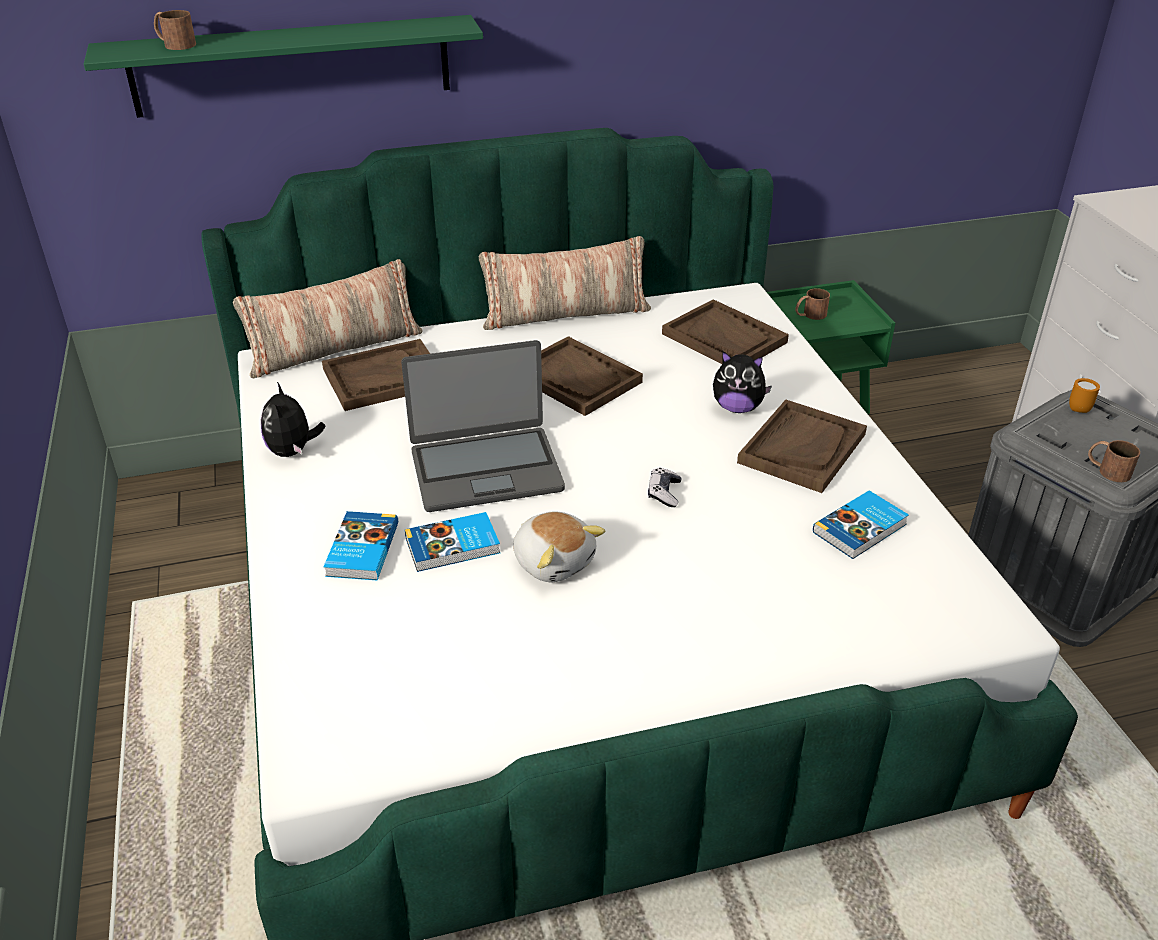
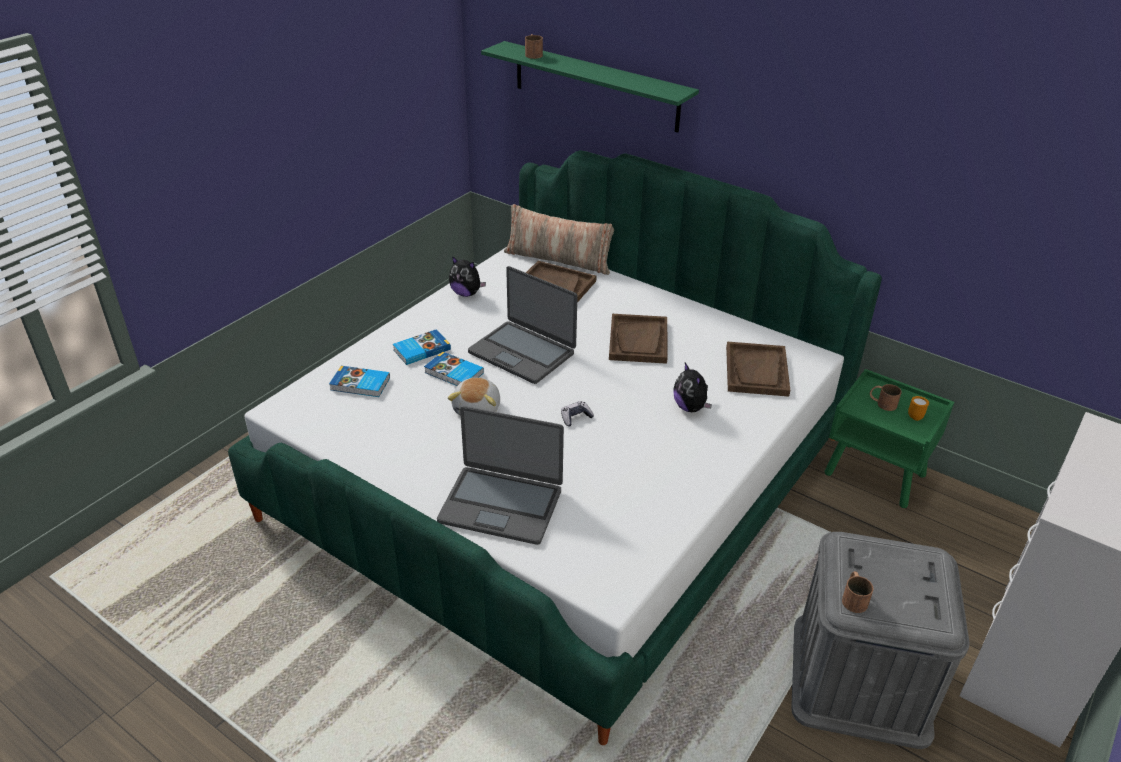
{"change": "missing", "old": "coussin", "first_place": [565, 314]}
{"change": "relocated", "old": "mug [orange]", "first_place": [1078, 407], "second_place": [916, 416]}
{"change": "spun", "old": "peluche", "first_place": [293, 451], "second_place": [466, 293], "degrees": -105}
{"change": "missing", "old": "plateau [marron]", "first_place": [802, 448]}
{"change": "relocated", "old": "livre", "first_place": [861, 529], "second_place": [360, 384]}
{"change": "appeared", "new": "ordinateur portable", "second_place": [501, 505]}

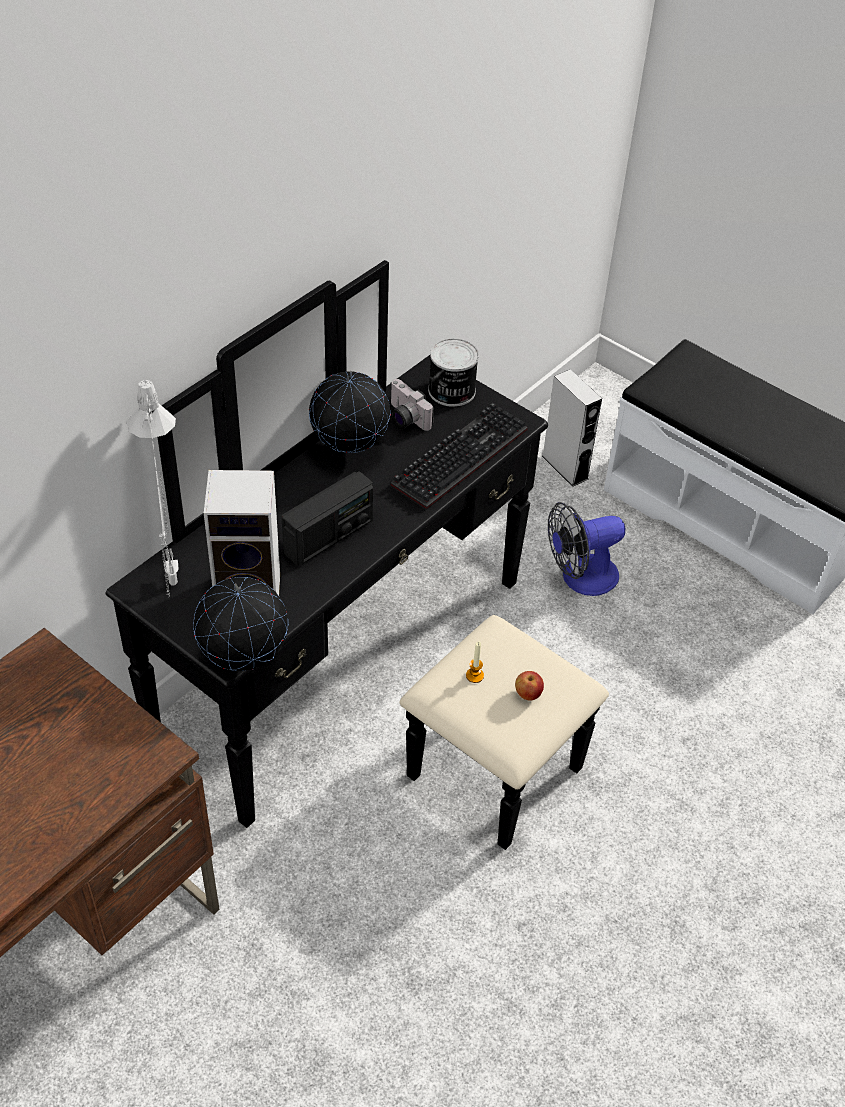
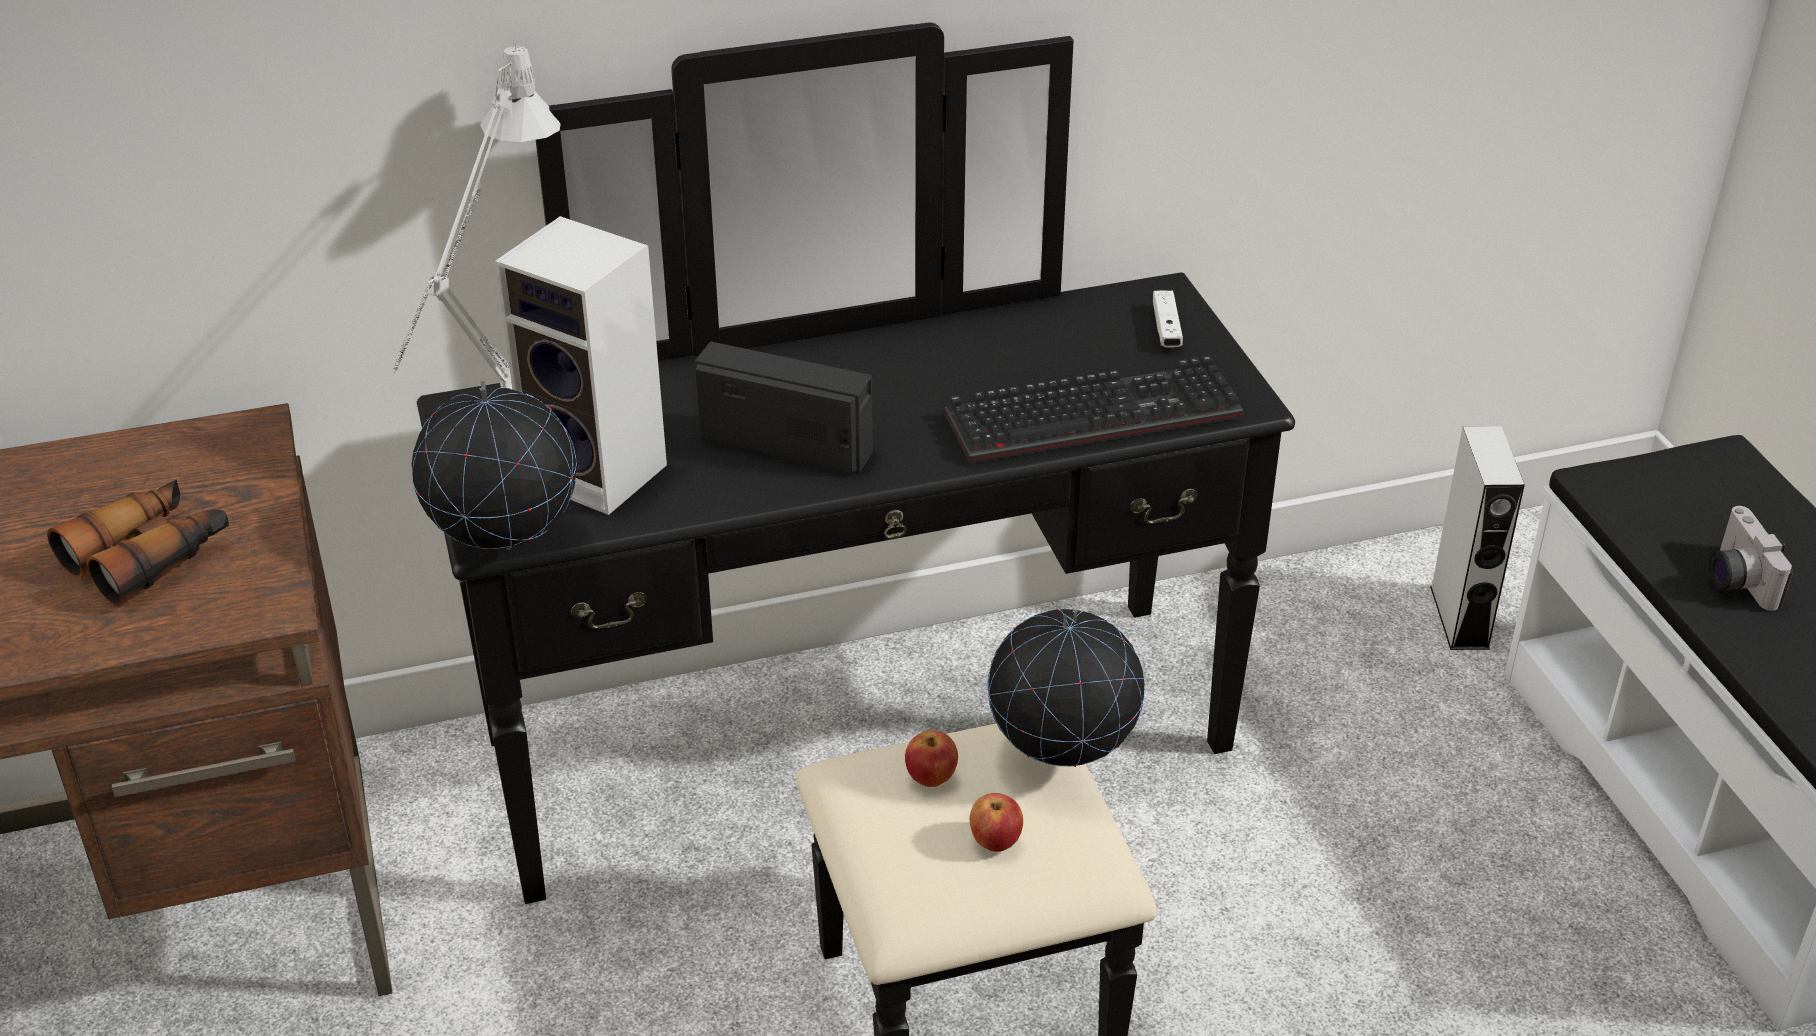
{"change": "exchanged", "old": "boîte métallique", "new": "manette [blanc]", "first_place": [451, 391], "second_place": [1166, 328]}
{"change": "relocated", "old": "globe", "first_place": [350, 450], "second_place": [1062, 760]}
{"change": "relocated", "old": "appareil photo", "first_place": [404, 418], "second_place": [1734, 579]}
{"change": "spun", "old": "radio", "first_place": [329, 536], "second_place": [786, 445], "degrees": -150}
{"change": "missing", "old": "ventilateur", "first_place": [580, 577]}
{"change": "exchanged", "old": "bougie", "new": "pomme", "first_place": [474, 675], "second_place": [931, 778]}
{"change": "appeared", "new": "jumelles", "second_place": [150, 556]}

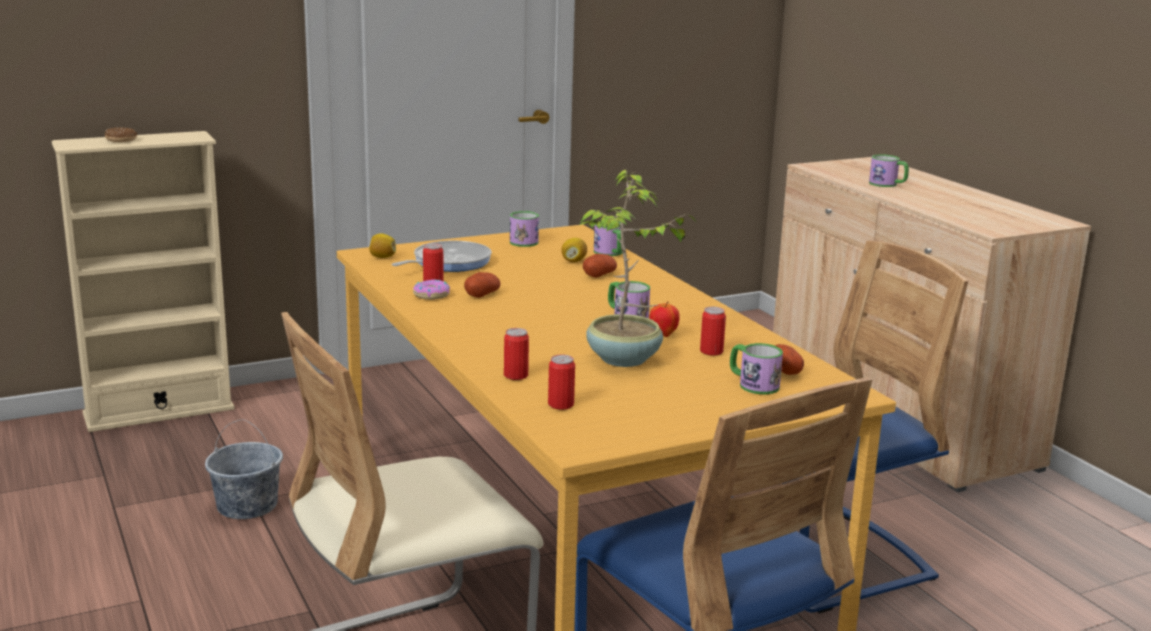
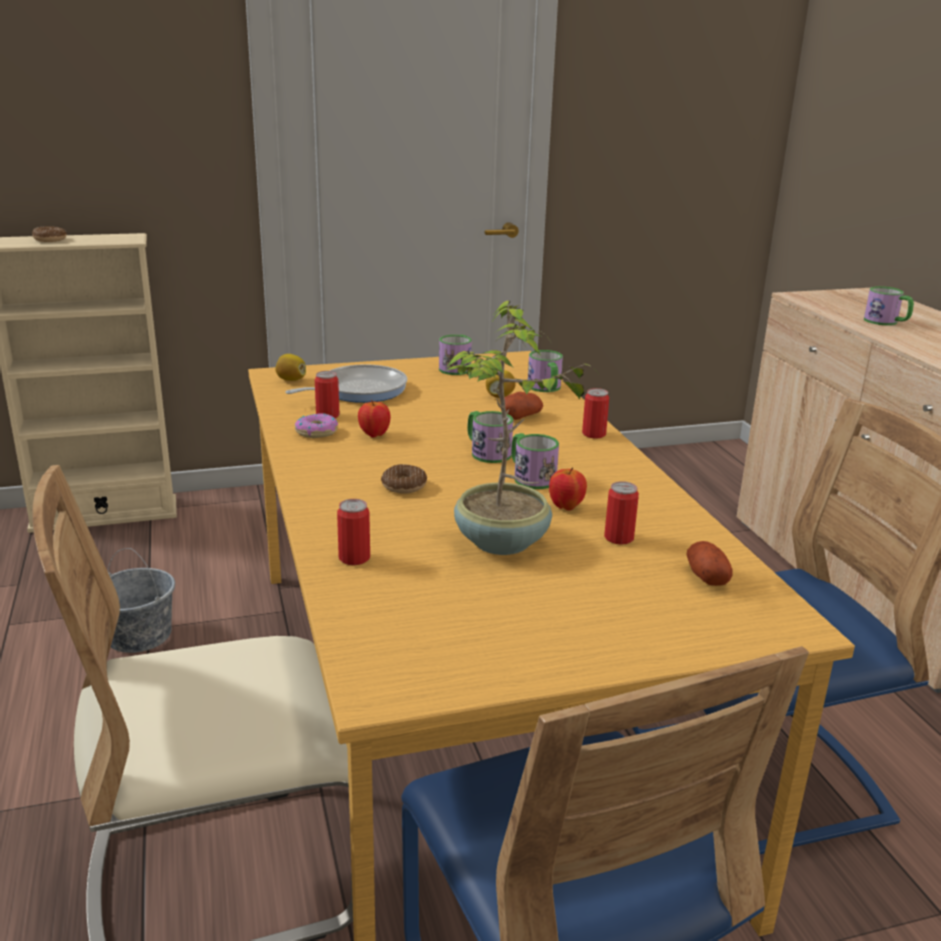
{"change": "exchanged", "old": "pomme de terre", "new": "pomme", "first_place": [482, 295], "second_place": [374, 435]}
{"change": "relocated", "old": "mug", "first_place": [753, 384], "second_place": [486, 452]}
{"change": "relocated", "old": "boîte métallique", "first_place": [561, 404], "second_place": [594, 434]}
{"change": "appeared", "new": "beignet", "second_place": [404, 486]}

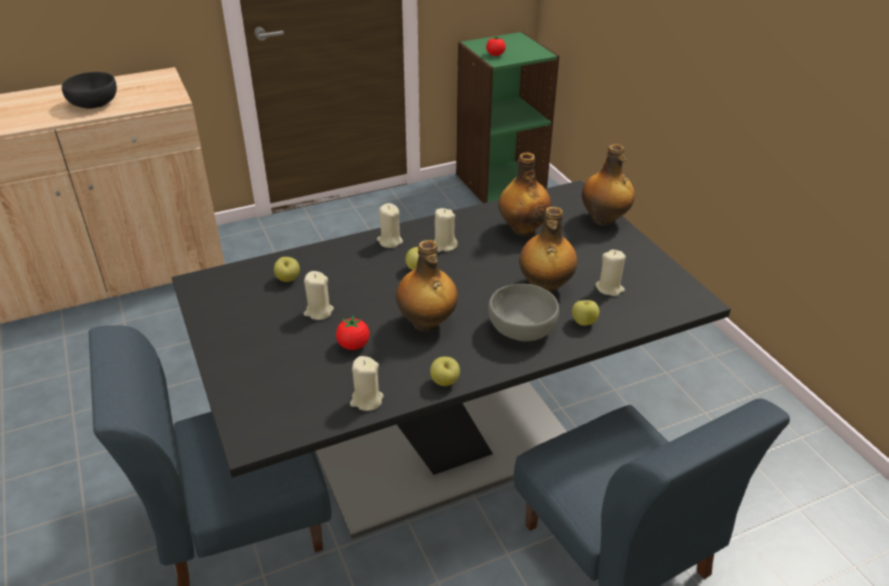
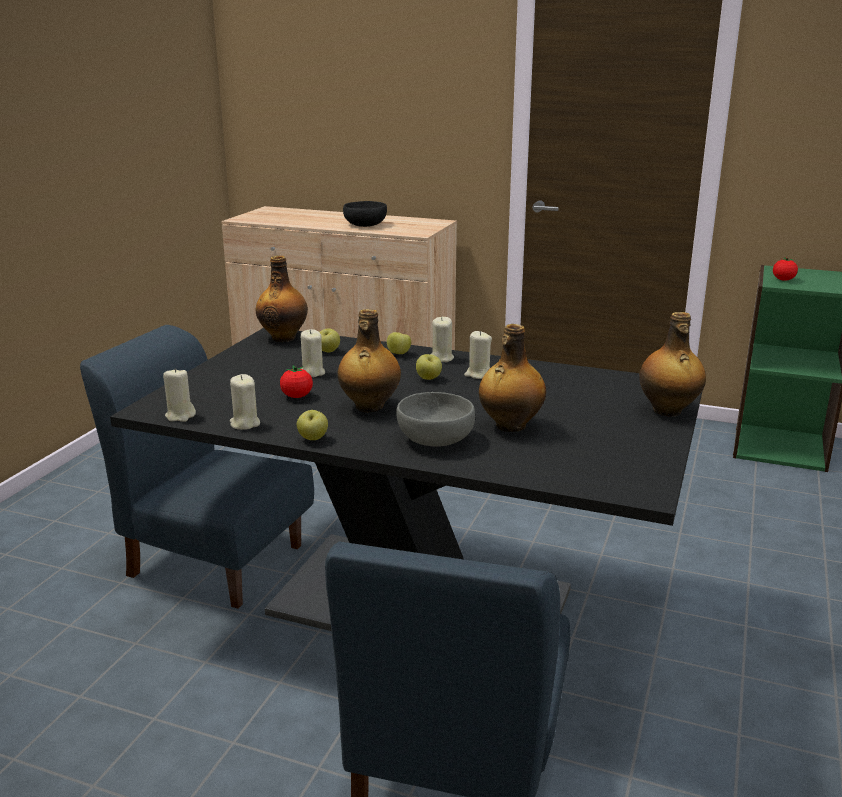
{"change": "relocated", "old": "bouteille", "first_place": [523, 229], "second_place": [284, 338]}
{"change": "relocated", "old": "bougie [beige]", "first_place": [609, 288], "second_place": [180, 416]}
{"change": "relocated", "old": "pomme", "first_place": [584, 322], "second_place": [399, 354]}

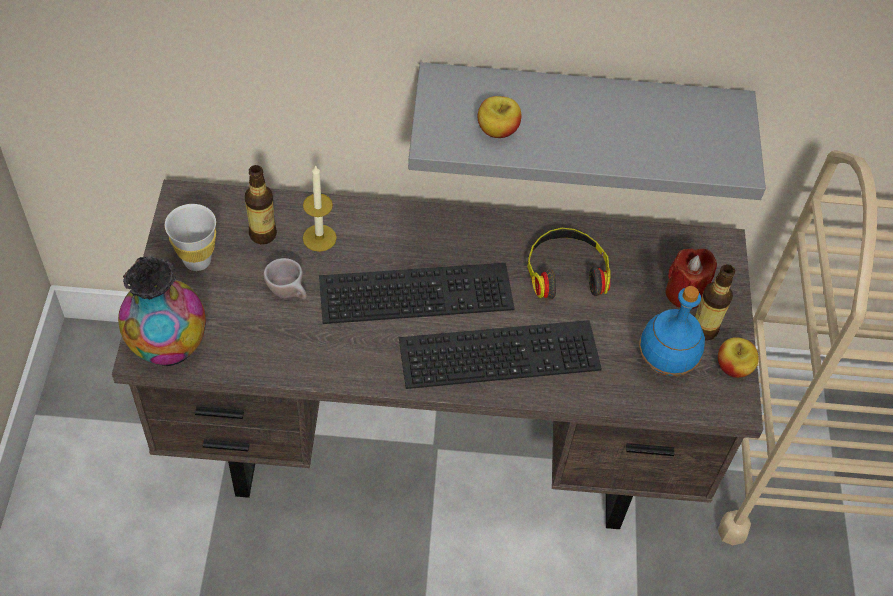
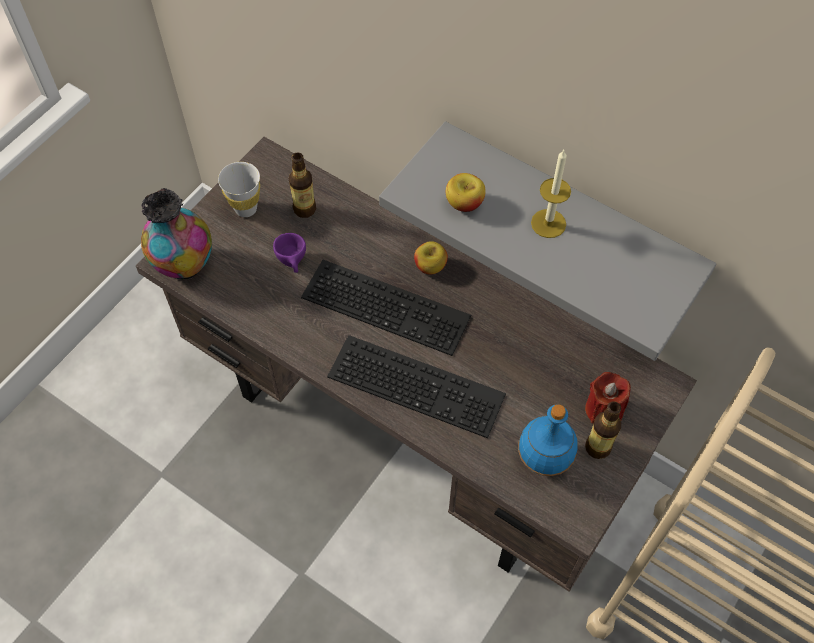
{"change": "relocated", "old": "bougie", "first_place": [319, 238], "second_place": [548, 223]}
{"change": "missing", "old": "casque audio", "first_place": [566, 271]}
{"change": "colour", "old": "tasse [beige]", "new": "tasse [violet]", "first_place": [289, 293], "second_place": [293, 263]}
{"change": "relocated", "old": "pomme", "first_place": [733, 367], "second_place": [430, 266]}

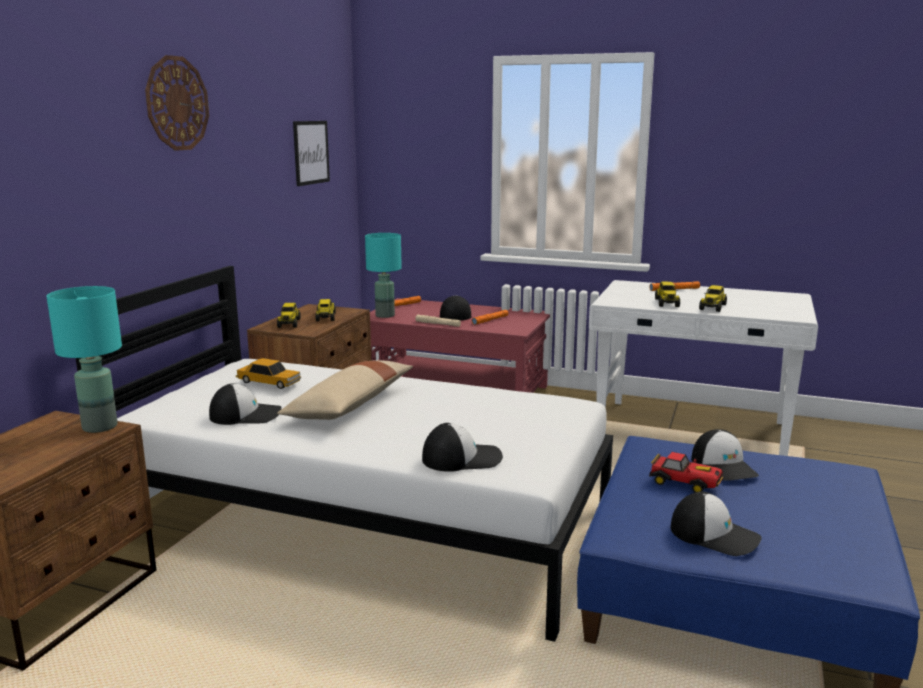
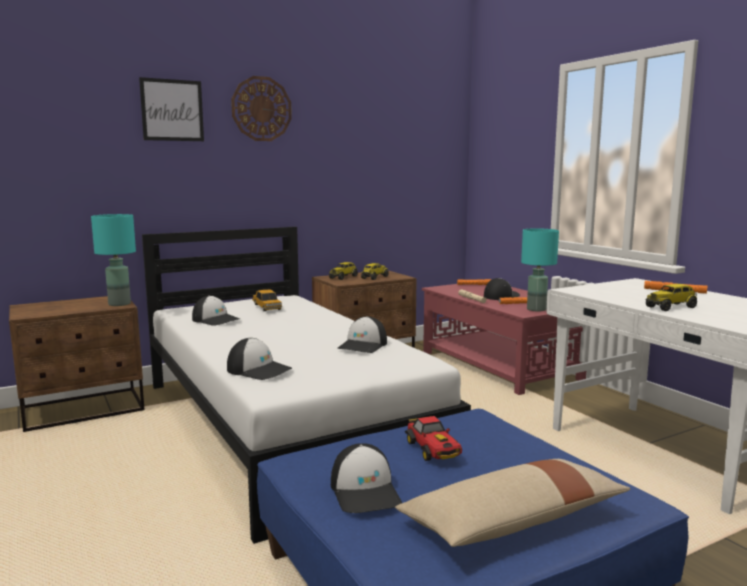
{"change": "relocated", "old": "tableau", "first_place": [311, 152], "second_place": [172, 110]}
{"change": "relocated", "old": "lampe de table [turquoise]", "first_place": [385, 315], "second_place": [536, 309]}
{"change": "missing", "old": "camion jouet", "first_place": [666, 303]}
{"change": "relocated", "old": "coussin [beige]", "first_place": [350, 405], "second_place": [512, 521]}
{"change": "relocated", "old": "casquette", "first_place": [724, 467], "second_place": [363, 345]}

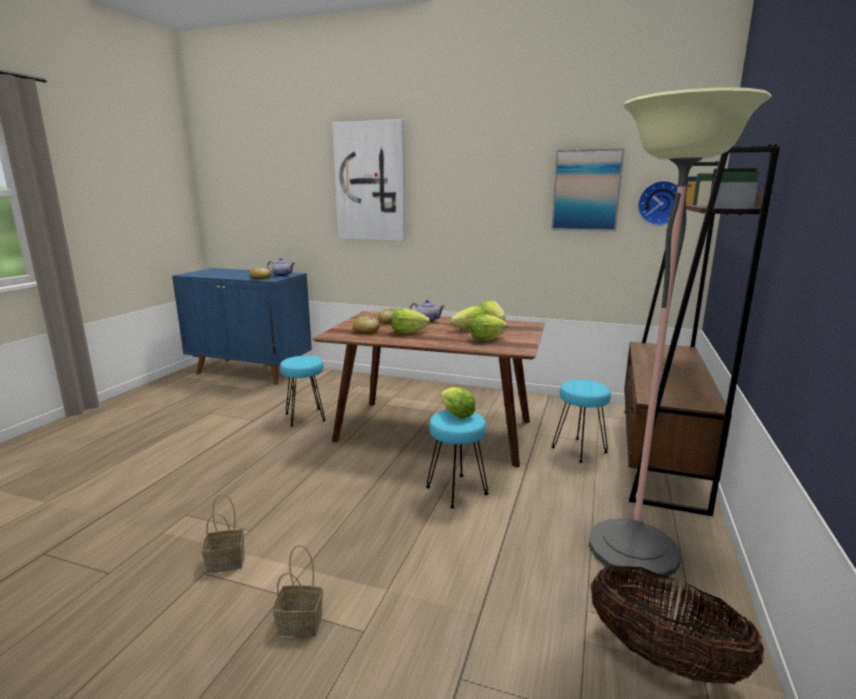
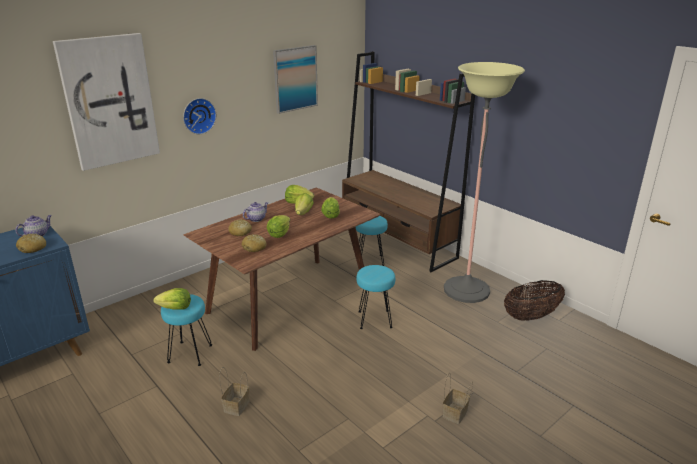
{"change": "relocated", "old": "horloge murale", "first_place": [660, 203], "second_place": [198, 115]}
{"change": "relocated", "old": "laitue", "first_place": [456, 414], "second_place": [175, 308]}
{"change": "relocated", "old": "panier", "first_place": [227, 561], "second_place": [236, 405]}

